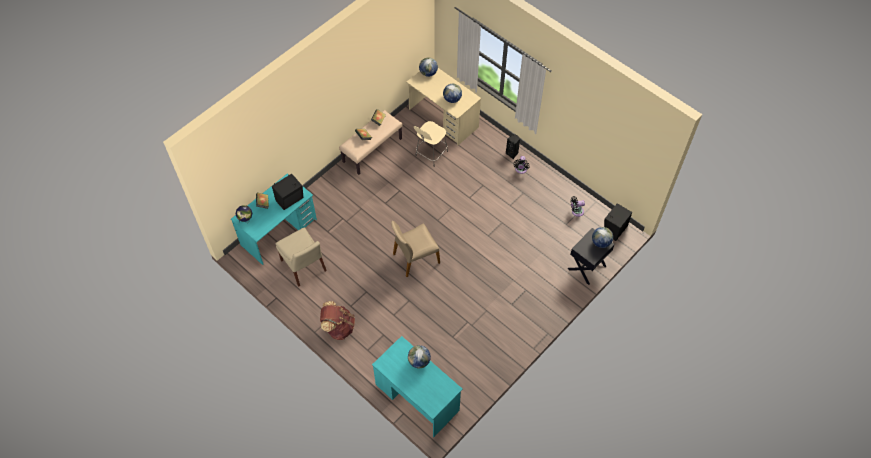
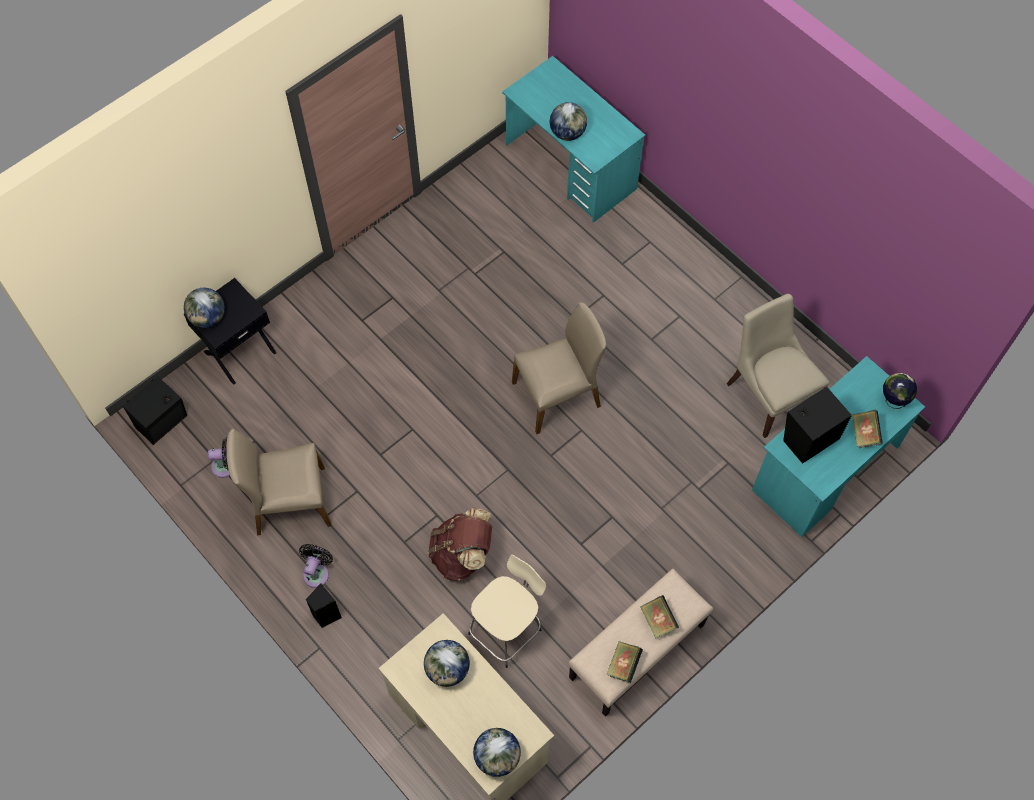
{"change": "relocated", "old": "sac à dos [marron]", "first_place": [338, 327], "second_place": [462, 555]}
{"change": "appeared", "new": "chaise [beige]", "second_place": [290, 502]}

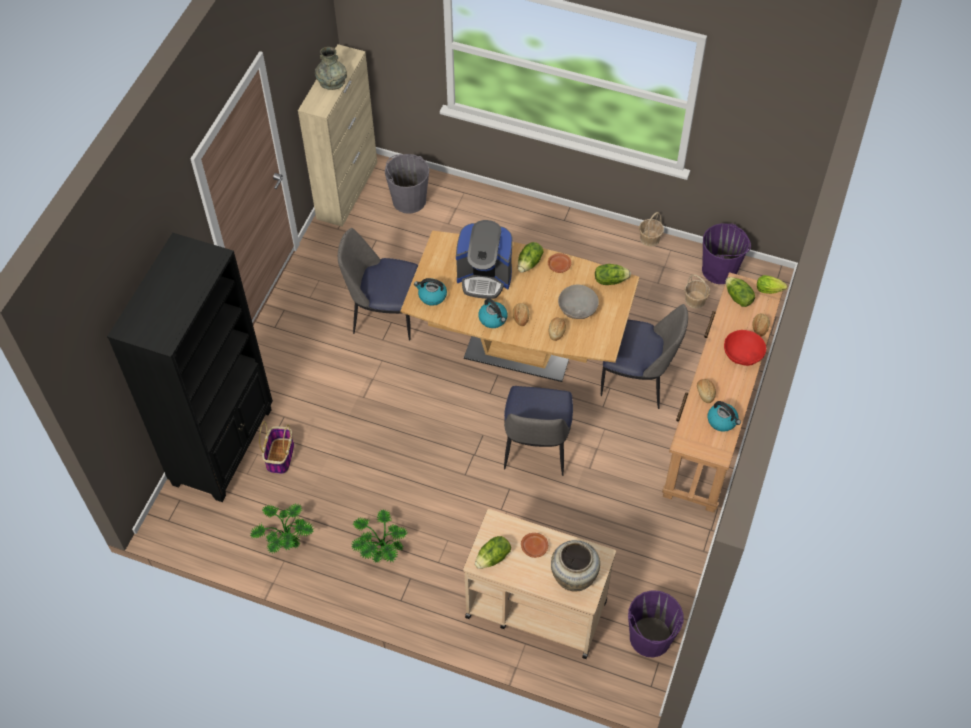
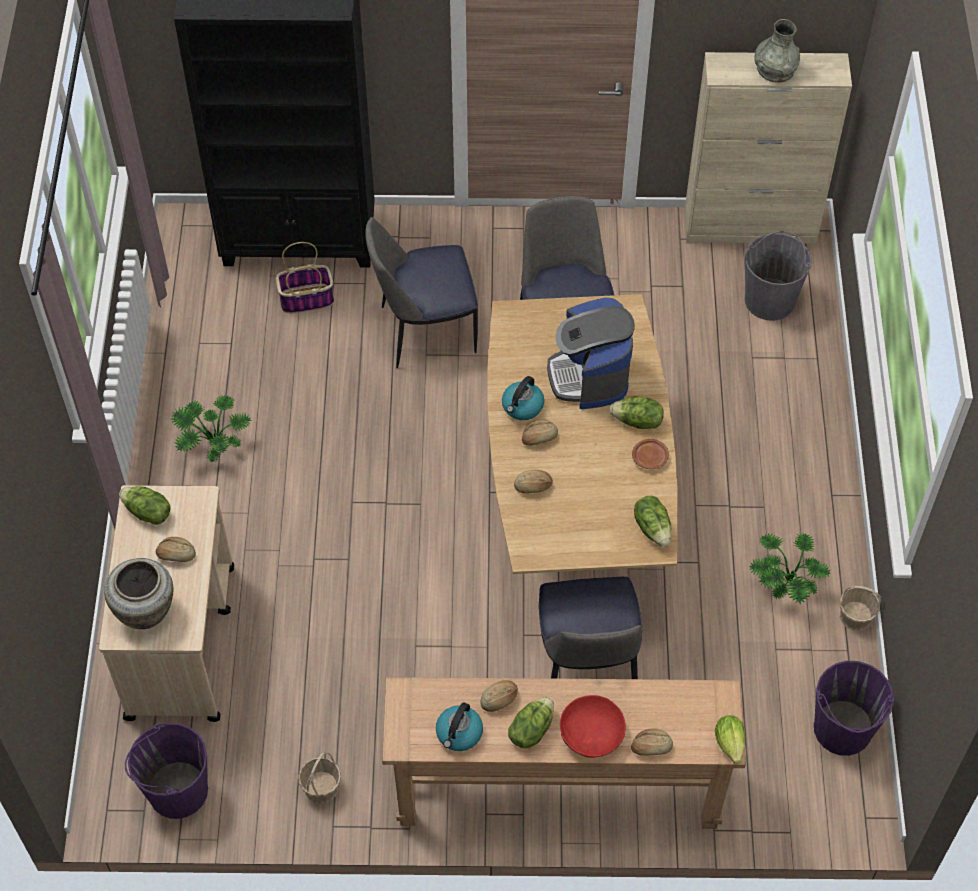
{"change": "relocated", "old": "panier", "first_place": [695, 300], "second_place": [321, 787]}
{"change": "relocated", "old": "laitue", "first_place": [738, 298], "second_place": [530, 729]}
{"change": "missing", "old": "bouilloire", "first_place": [432, 296]}
{"change": "missing", "old": "bol [gris]", "first_place": [578, 308]}
{"change": "relocated", "old": "chaise", "first_place": [536, 448], "second_place": [425, 331]}
{"change": "relocated", "old": "plante en pot", "first_place": [286, 539], "second_place": [784, 584]}
{"change": "exchanged", "old": "assiette [marron]", "new": "pain", "first_place": [534, 547], "second_place": [176, 554]}

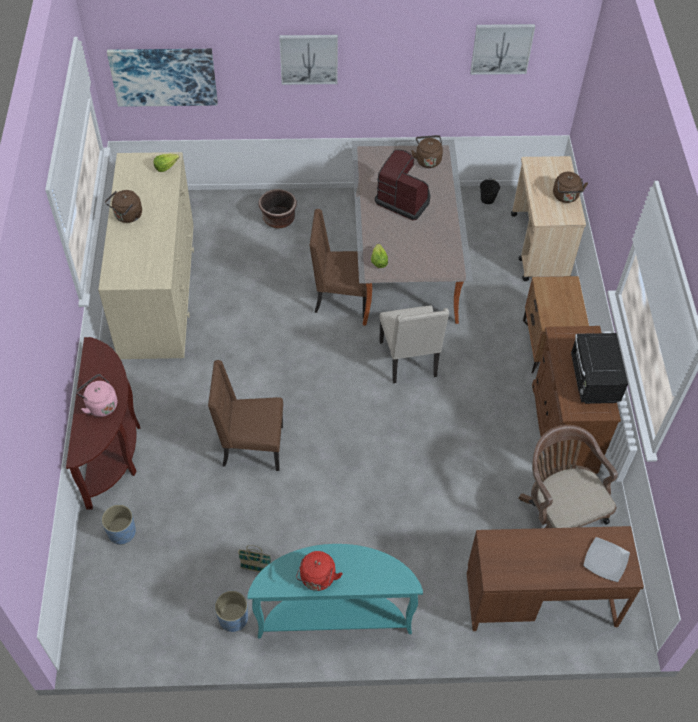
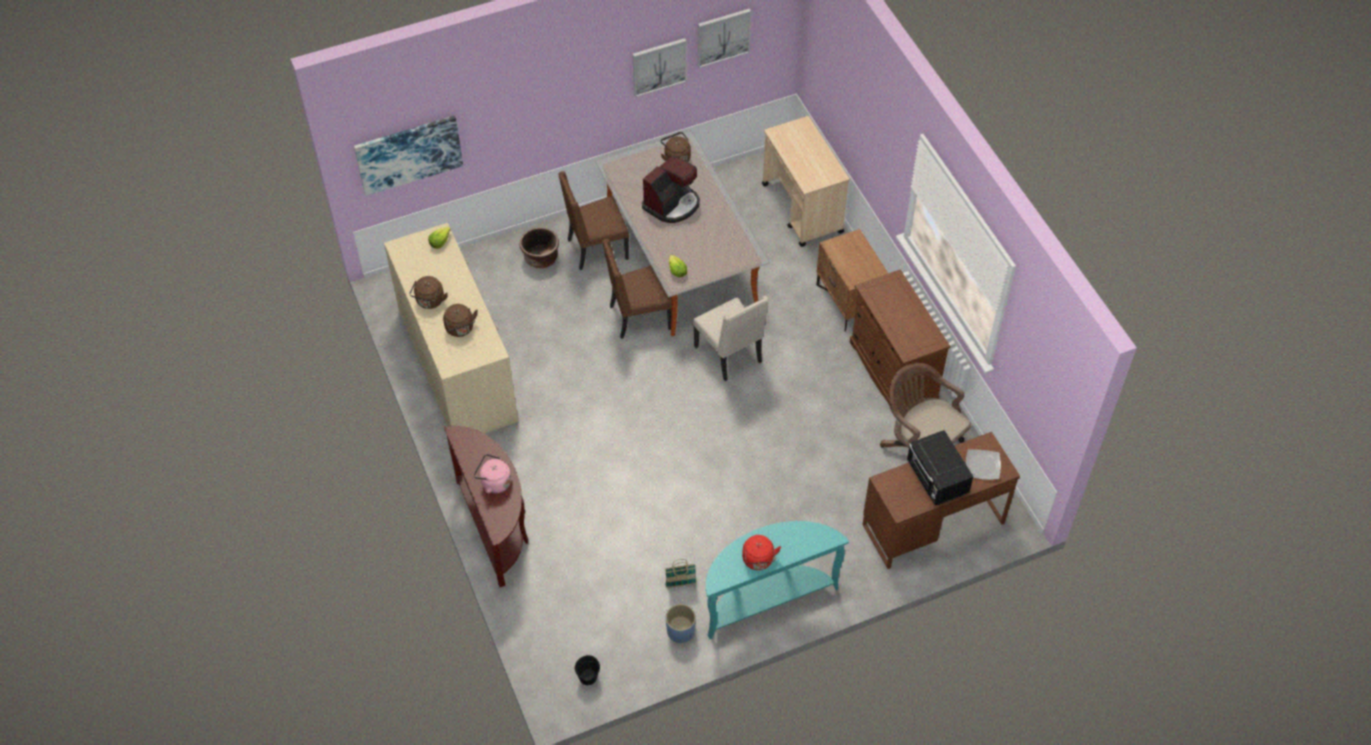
{"change": "relocated", "old": "tableau", "first_place": [309, 58], "second_place": [659, 66]}
{"change": "spun", "old": "machine à café", "first_place": [404, 199], "second_place": [672, 204], "degrees": 120}
{"change": "relocated", "old": "bouilloire [marron]", "first_place": [566, 197], "second_place": [460, 329]}
{"change": "relocated", "old": "seau [noir]", "first_place": [487, 199], "second_place": [588, 677]}
{"change": "relocated", "old": "micro-ondes [noir]", "first_place": [593, 380], "second_place": [936, 480]}
{"change": "relocated", "old": "chaise [marron]", "first_place": [251, 447], "second_place": [596, 249]}
{"change": "missing", "old": "cache-pot [bleu]", "first_place": [122, 532]}

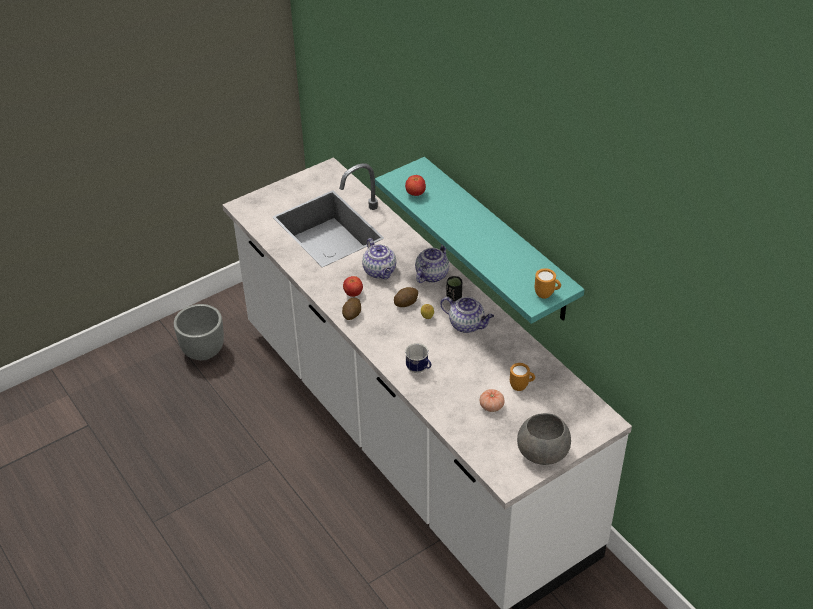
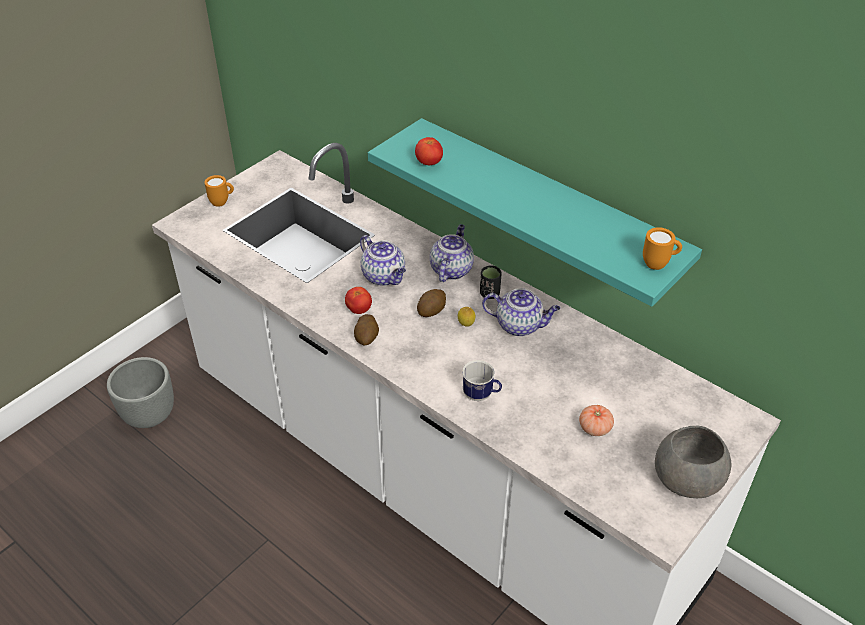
{"change": "relocated", "old": "mug [orange]", "first_place": [521, 386], "second_place": [222, 202]}

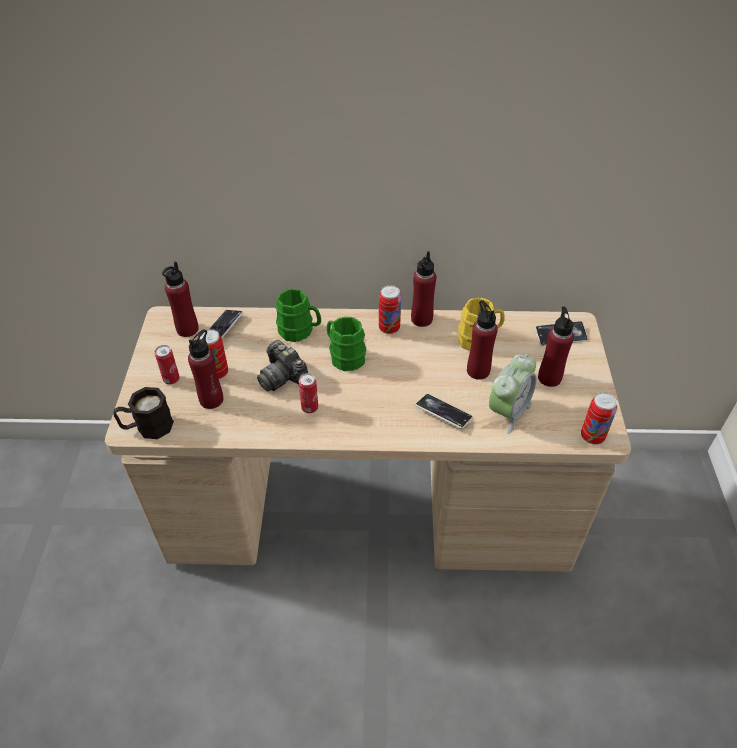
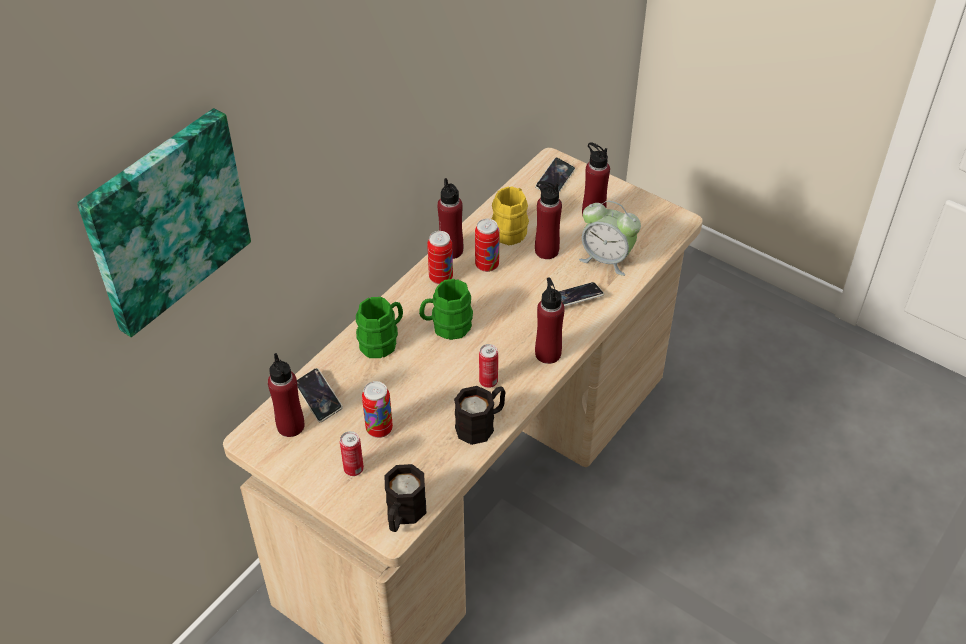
{"change": "relocated", "old": "bouteille [rouge]", "first_place": [211, 399], "second_place": [548, 353]}
{"change": "missing", "old": "appareil photo", "first_place": [283, 377]}
{"change": "spun", "old": "réveil", "first_place": [508, 412], "second_place": [606, 259], "degrees": 135}
{"change": "relocated", "old": "boîte métallique", "first_place": [592, 436], "second_place": [487, 265]}
{"change": "appeared", "new": "tableau", "second_place": [165, 220]}
{"change": "appeared", "new": "mug [noir]", "second_place": [481, 424]}

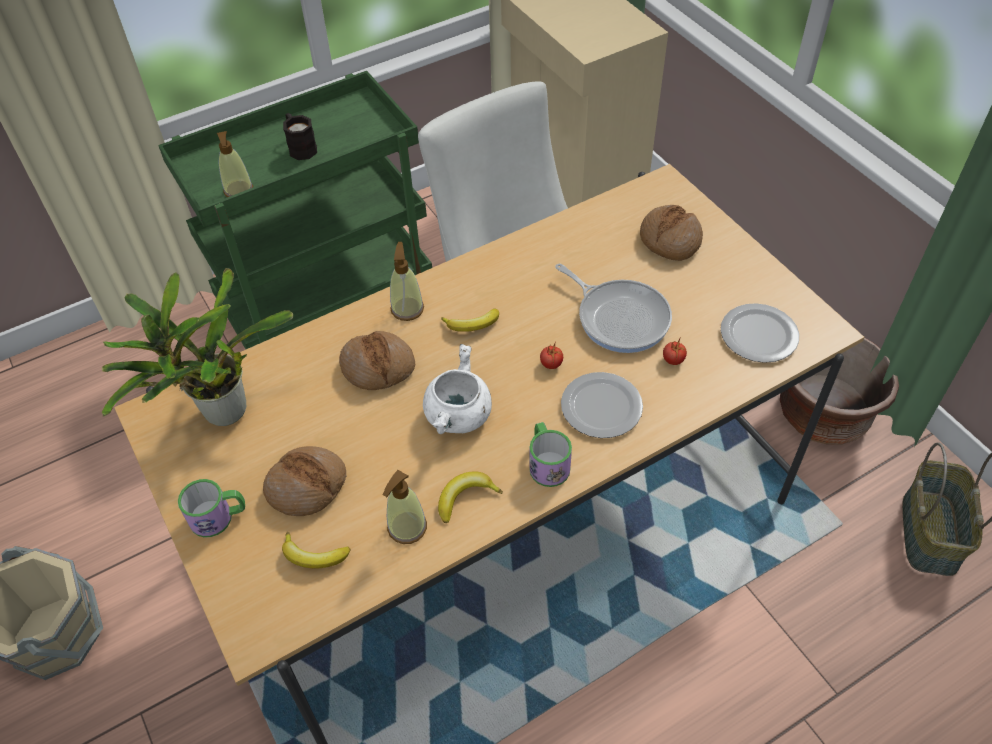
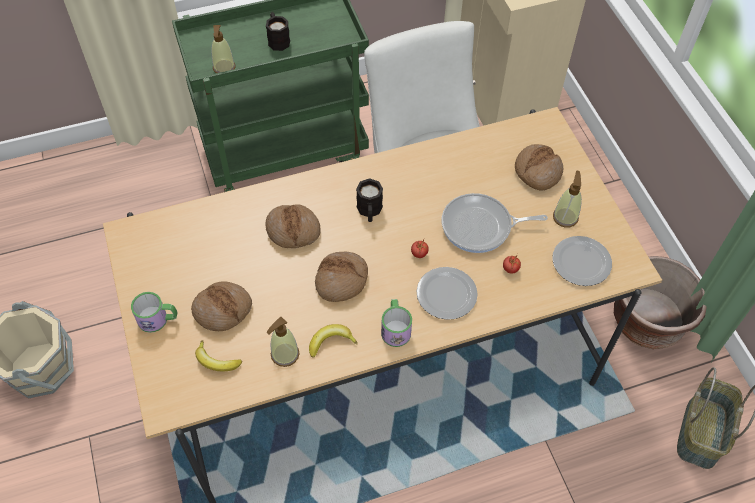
{"change": "relocated", "old": "distributeur de savon", "first_place": [407, 308], "second_place": [565, 217]}
{"change": "spun", "old": "poêle", "first_place": [619, 317], "second_place": [480, 227], "degrees": 120}
{"change": "missing", "old": "plante en pot", "first_place": [219, 414]}
{"change": "exchanged", "old": "banane", "new": "mug [noir]", "first_place": [472, 325], "second_place": [369, 211]}
{"change": "exchanged", "old": "marmite [blanc]", "new": "pain", "first_place": [459, 417], "second_place": [341, 280]}

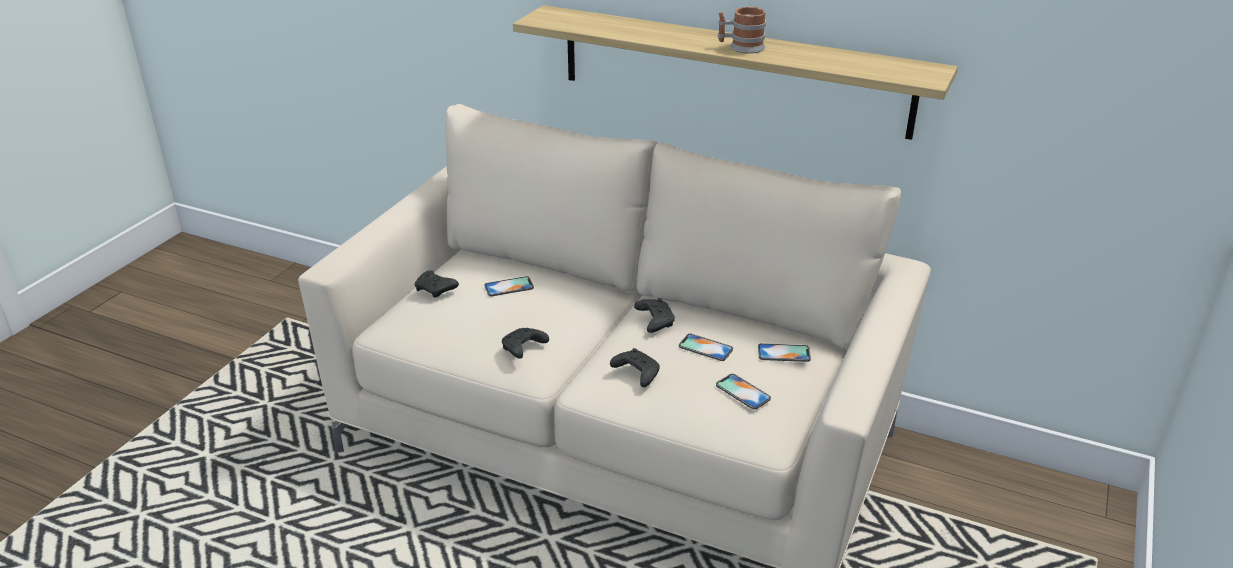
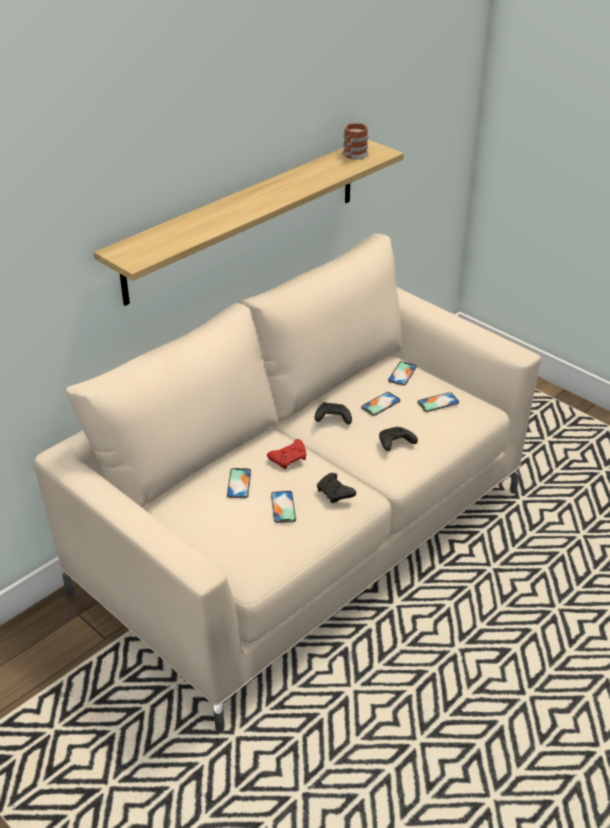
{"change": "relocated", "old": "mug", "first_place": [741, 47], "second_place": [353, 156]}
{"change": "missing", "old": "manette [noir]", "first_place": [436, 290]}
{"change": "appeared", "new": "manette [rouge]", "second_place": [289, 459]}
{"change": "appeared", "new": "téléphone", "second_place": [283, 507]}

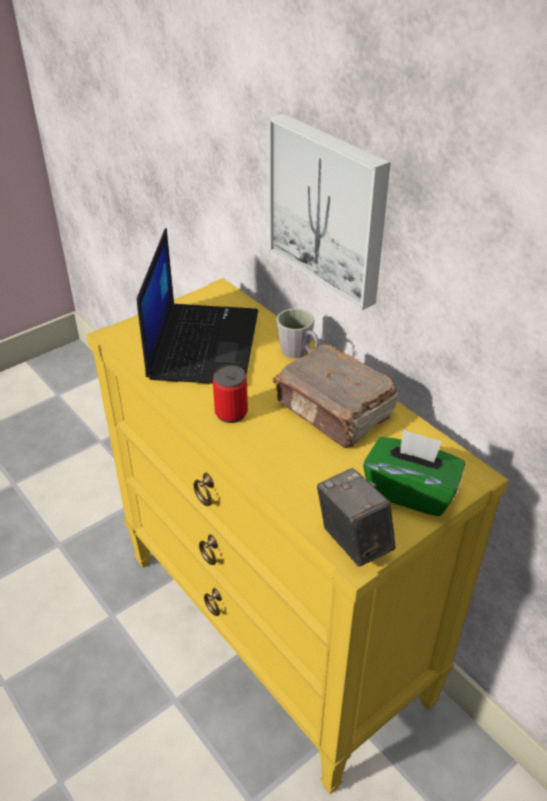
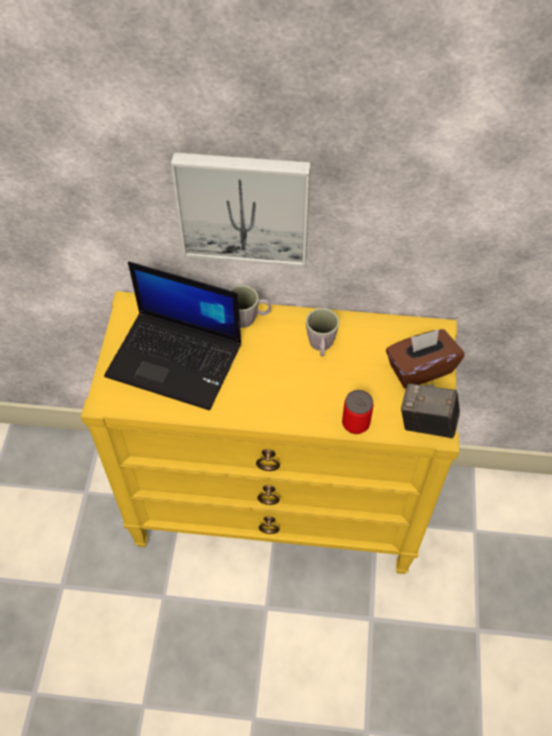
{"change": "spun", "old": "ordinateur portable", "first_place": [203, 343], "second_place": [176, 359], "degrees": 150}
{"change": "exchanged", "old": "livre [marron]", "new": "mug [gris]", "first_place": [335, 410], "second_place": [321, 346]}
{"change": "relocated", "old": "boîte métallique", "first_place": [231, 413], "second_place": [355, 423]}
{"change": "colour", "old": "boîte à mouchoirs [vert]", "new": "boîte à mouchoirs [marron]", "first_place": [410, 491], "second_place": [420, 368]}

